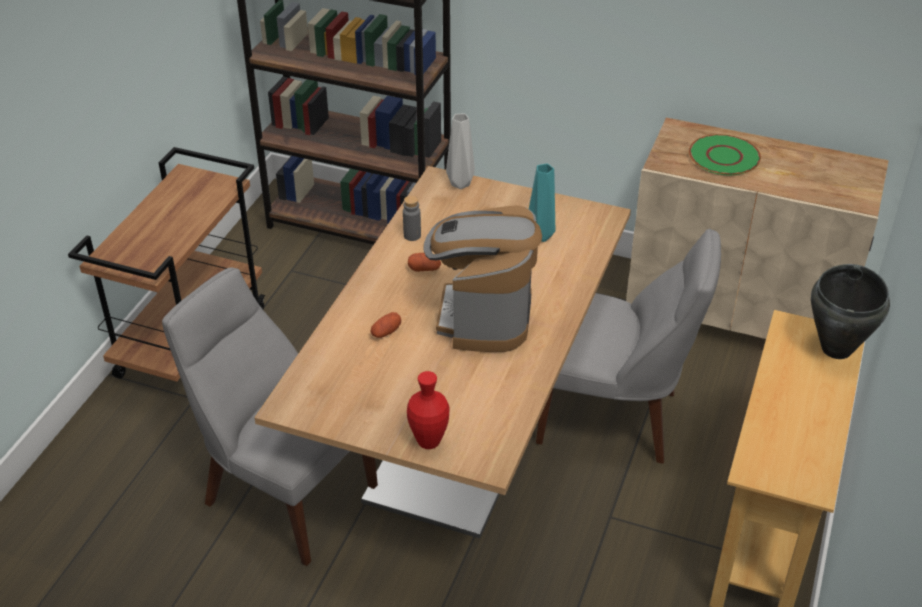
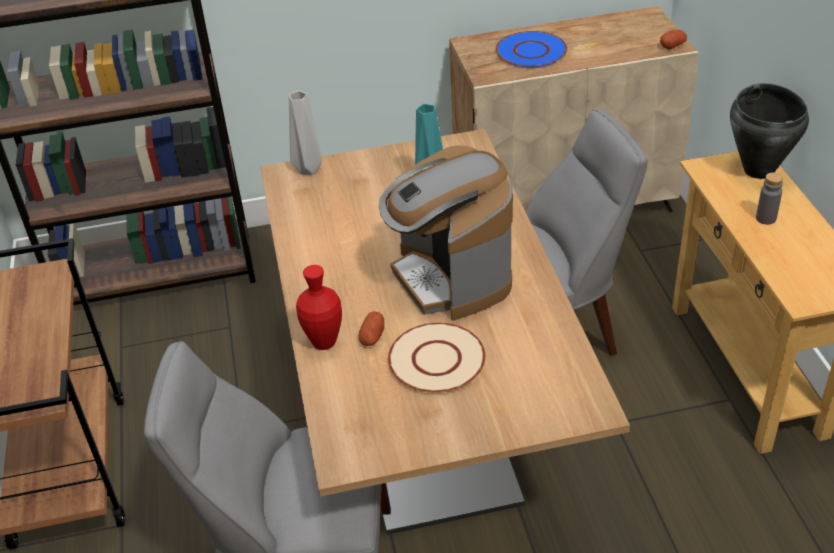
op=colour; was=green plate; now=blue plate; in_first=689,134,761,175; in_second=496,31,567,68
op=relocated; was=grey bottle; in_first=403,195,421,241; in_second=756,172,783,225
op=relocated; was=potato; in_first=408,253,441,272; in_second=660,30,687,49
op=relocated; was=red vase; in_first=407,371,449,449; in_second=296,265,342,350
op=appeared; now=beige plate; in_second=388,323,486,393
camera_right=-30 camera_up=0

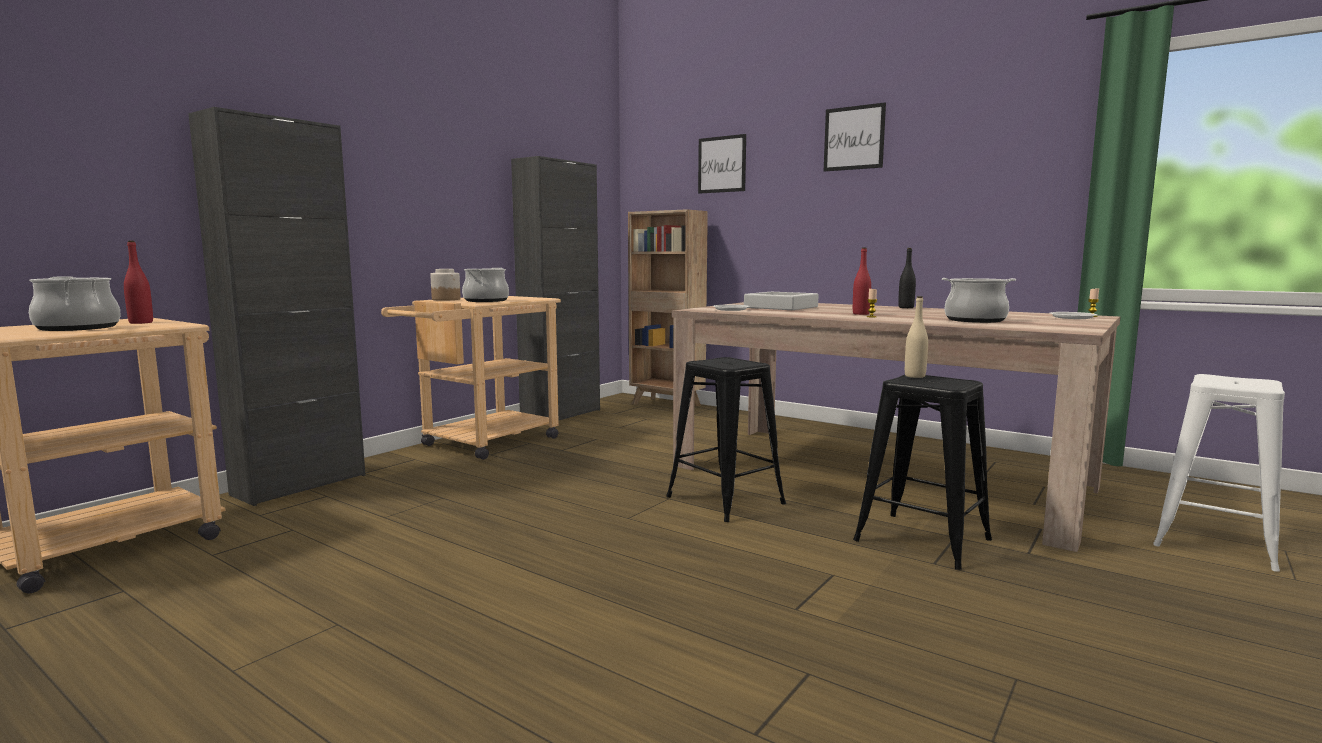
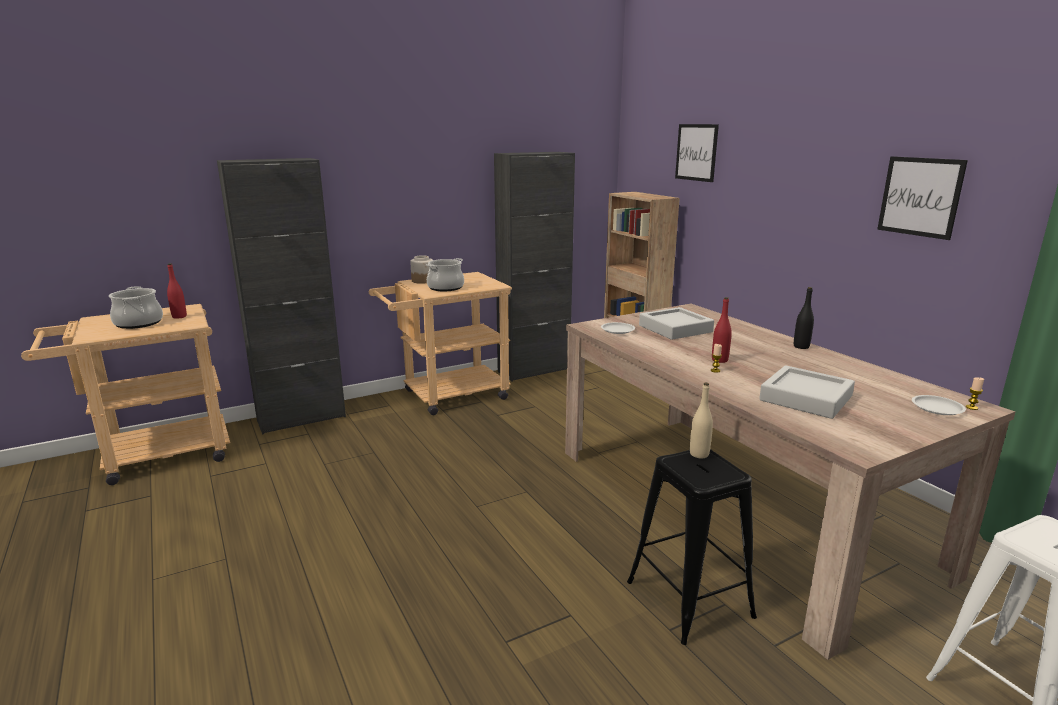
op=relocated; was=picture; in_first=824,102,886,171; in_second=877,156,968,240
op=exchanged; was=cooking pot; now=grey tray; in_first=942,278,1016,323; in_second=759,365,855,419
op=missing; was=black stool; in_first=666,357,786,522
camera_right=25 camera_up=10

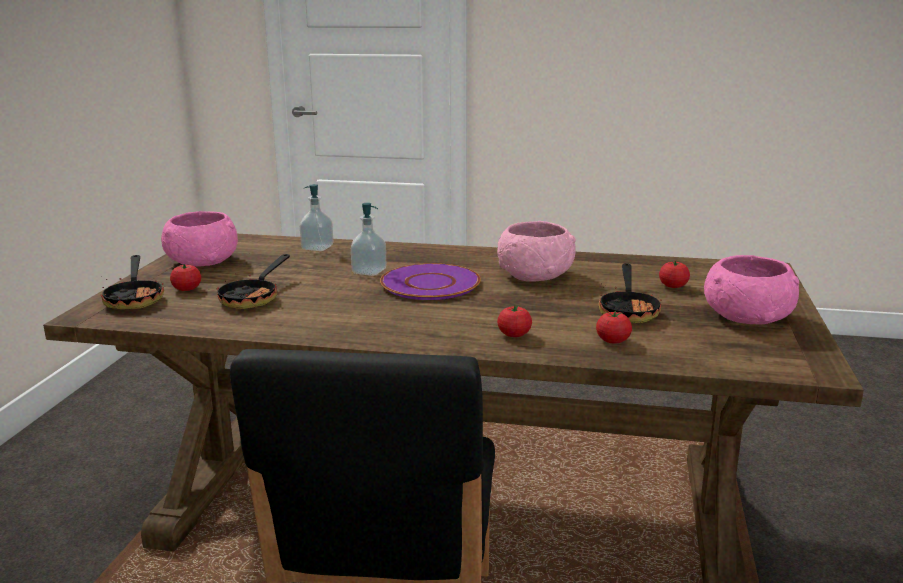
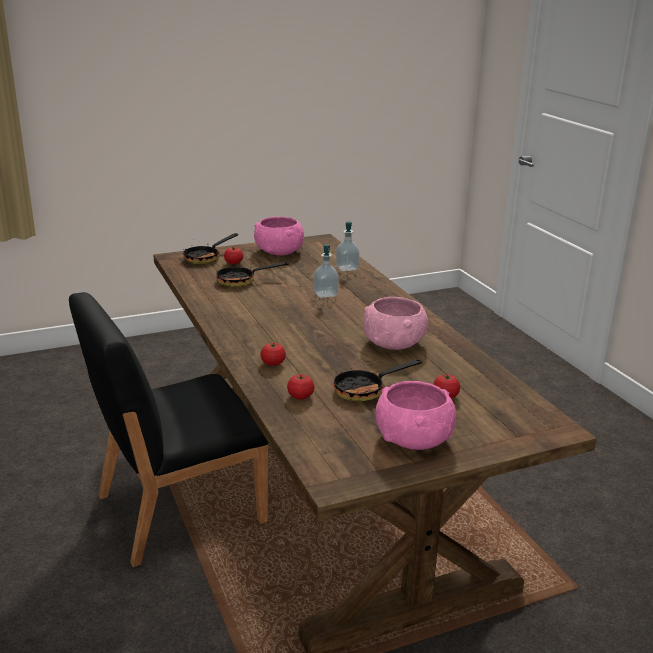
op=missing; was=purple plate; in_first=380,263,481,300
camera_right=55 camera_up=5

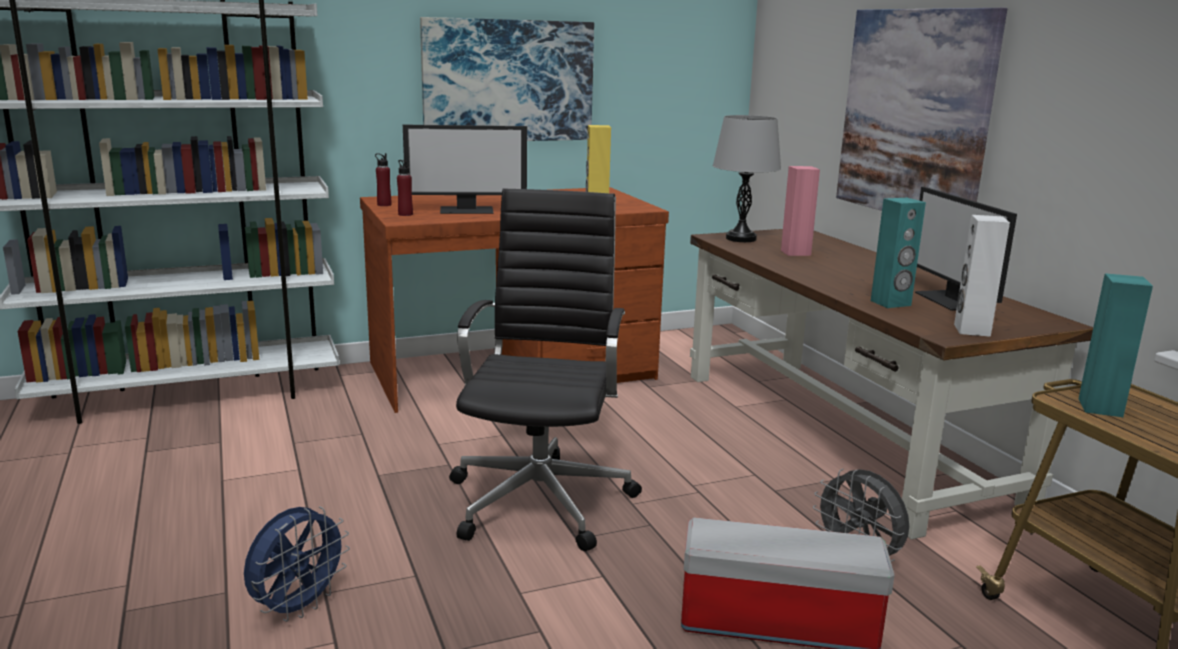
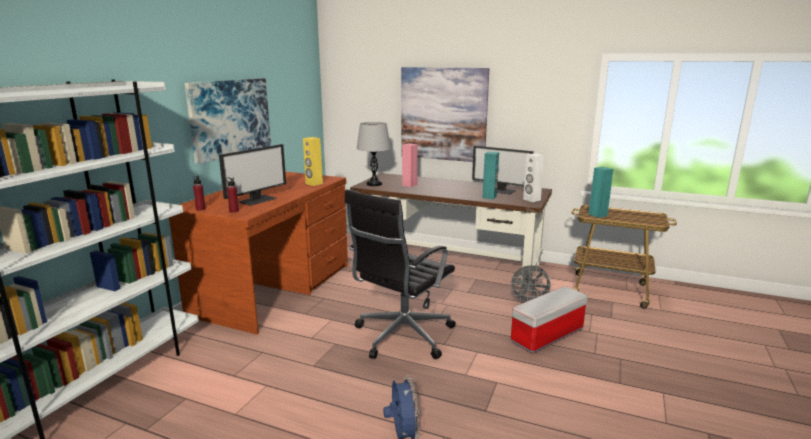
op=spun; was=black office chair; in_first=449,188,642,551; in_second=344,190,456,359; clockwise=-105
camera_right=-45 camera_up=0

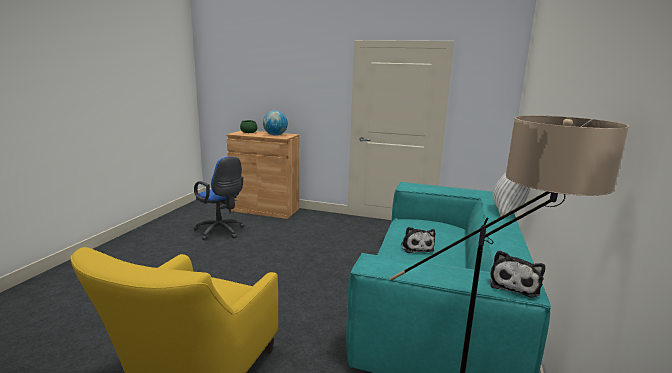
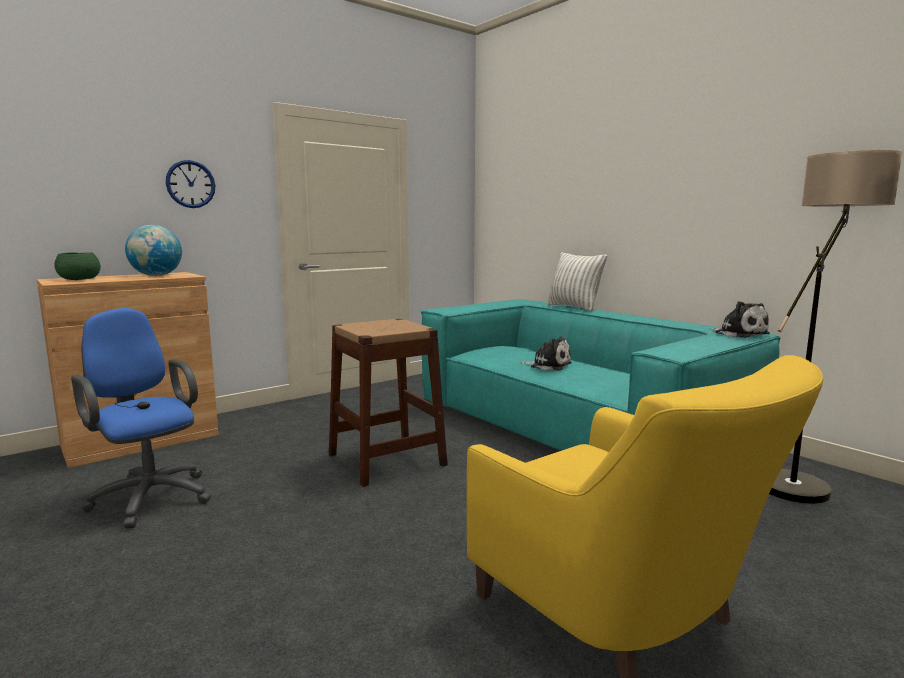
op=spun; was=blue office chair; in_first=193,157,245,240; in_second=71,308,211,529; clockwise=-120
op=appeared; now=wall clock; in_second=166,160,215,208
op=appeared; now=brown stool; in_second=329,319,448,487
camera_right=-55 camera_up=-5

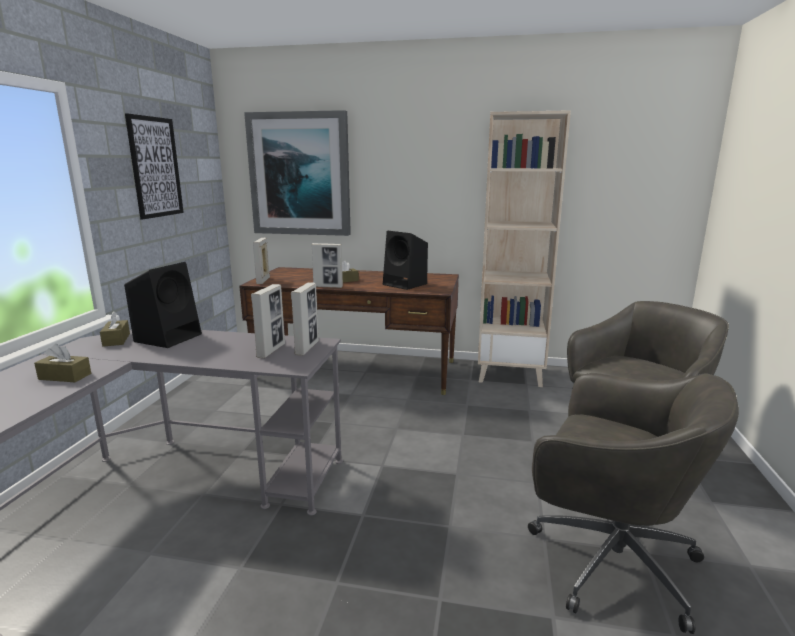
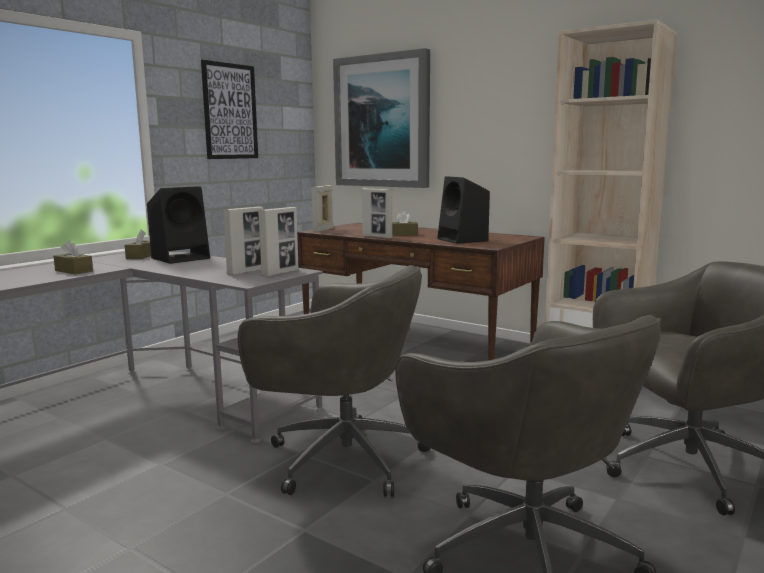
op=appeared; now=grey office chair; in_second=238,265,430,497
camera_right=25 camera_up=-5

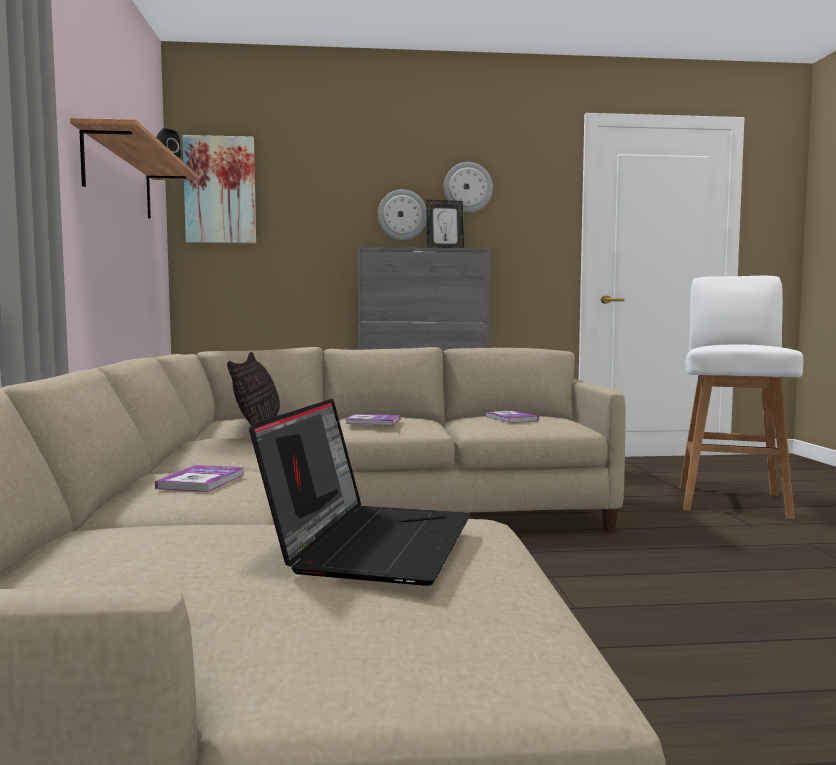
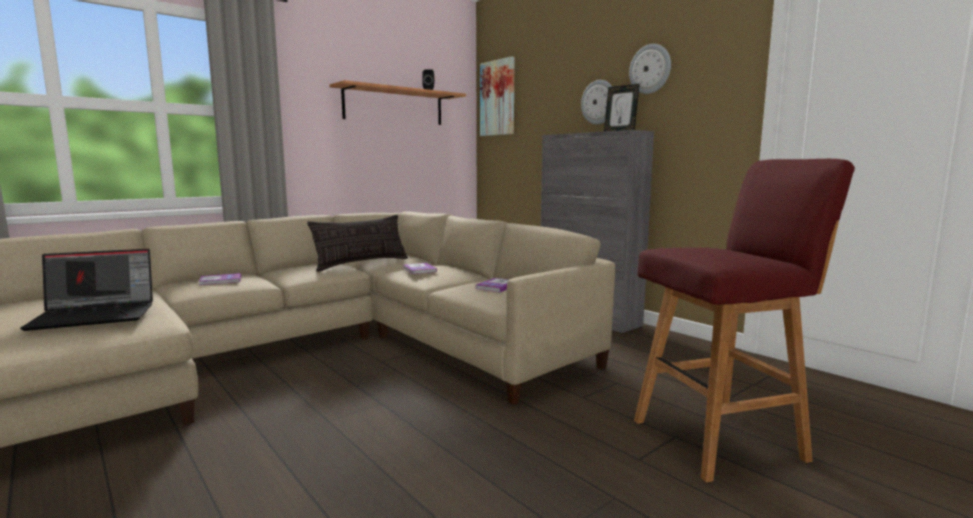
op=colour; was=white stool; now=red stool; in_first=680,276,803,520; in_second=634,159,855,483
camera_right=55 camera_up=5

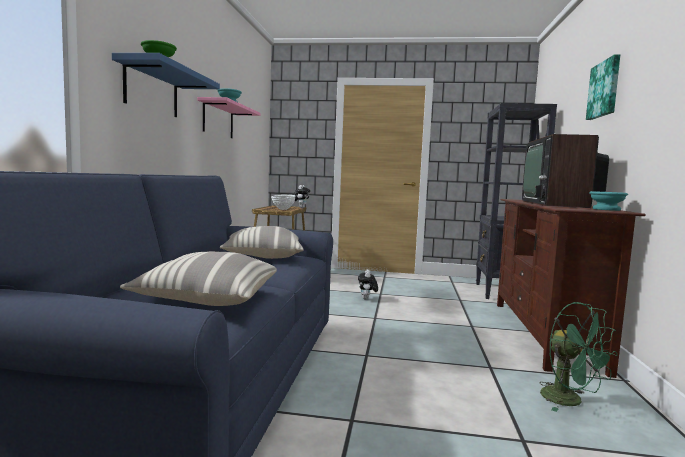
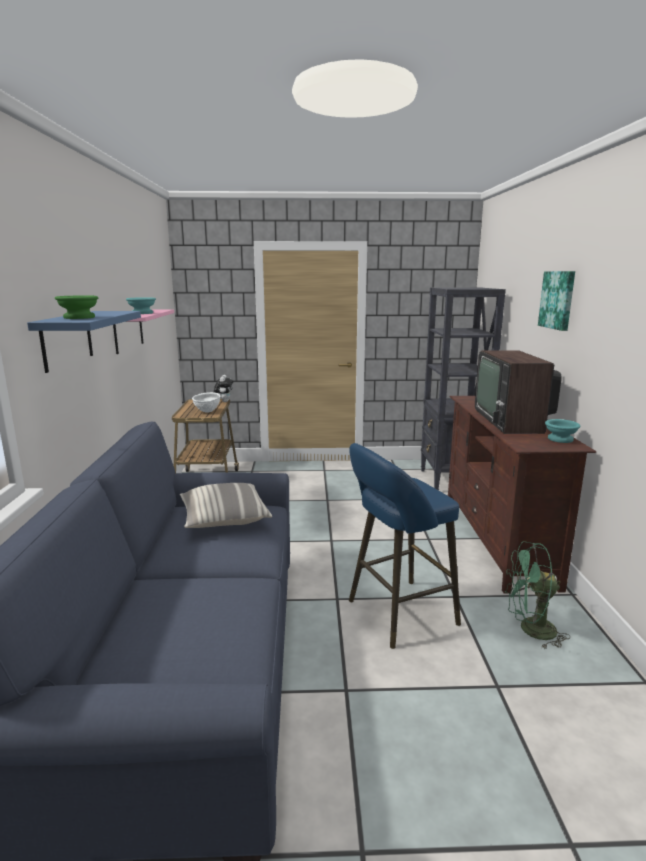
op=missing; was=pillow; in_first=120,252,277,306
op=missing; was=plush toy; in_first=358,270,378,299
op=spun; was=green fan; in_first=539,302,618,412; in_second=505,541,570,649; clockwise=135
op=appeared; now=blue stool; in_second=349,443,461,649
camera_right=-10 camera_up=10

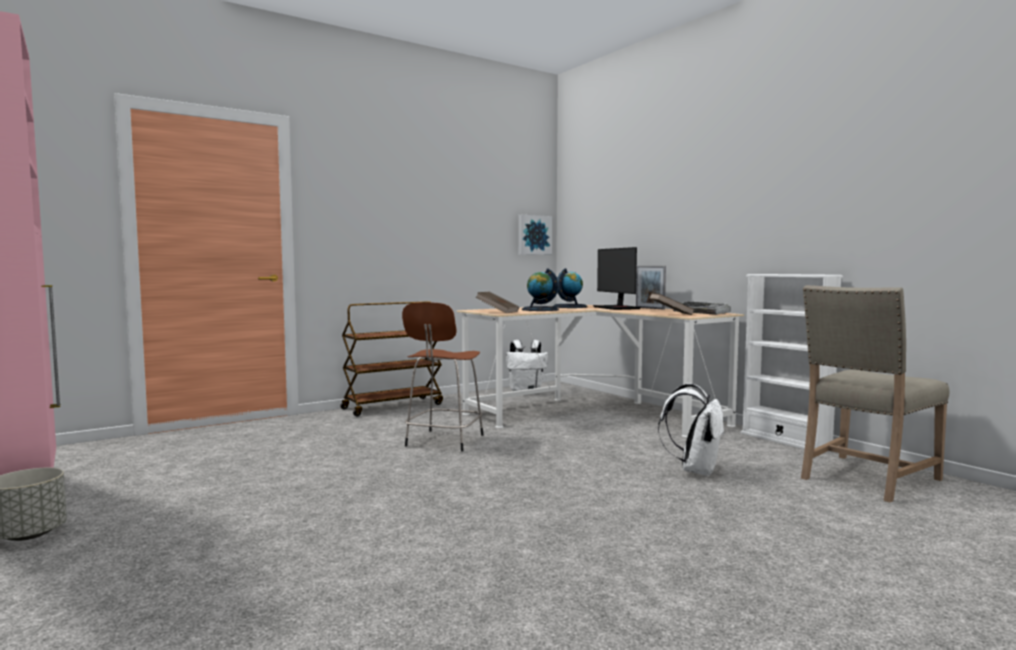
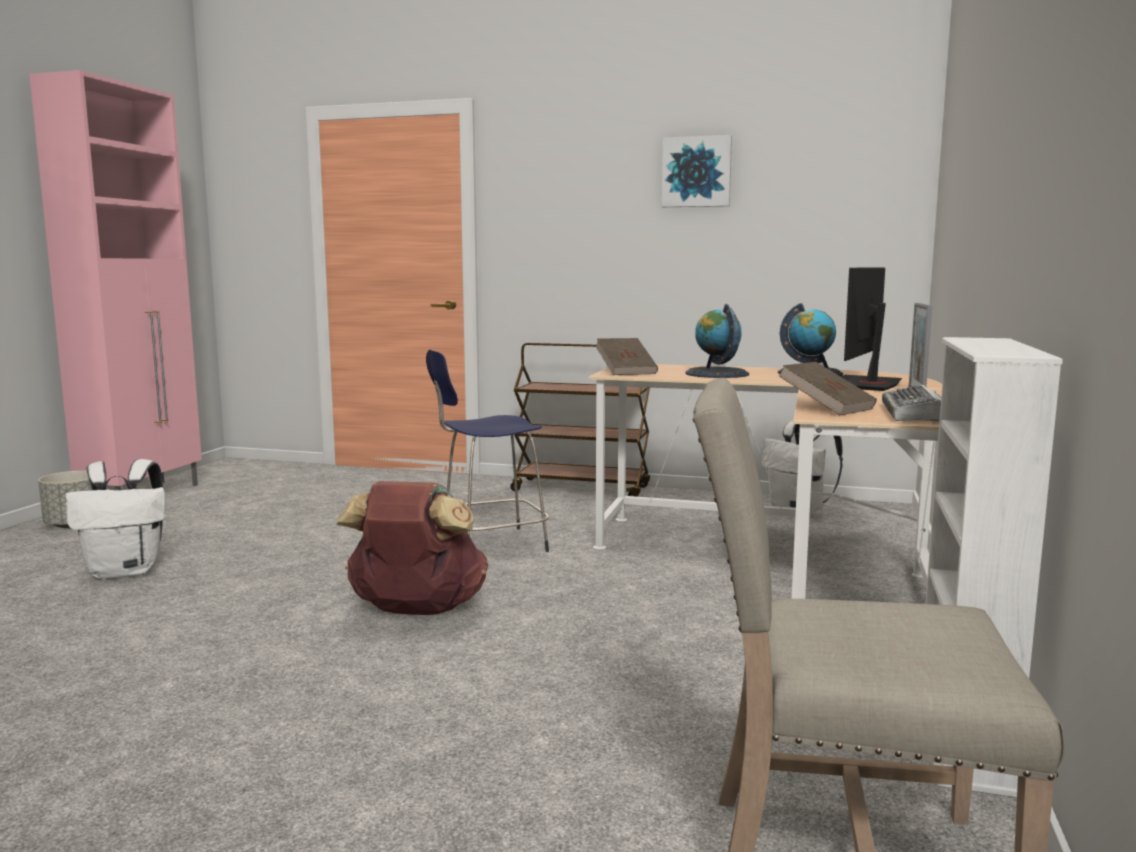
op=relocated; was=picture; in_first=518,215,552,255; in_second=662,135,732,207
op=colour; was=brown stool; now=blue stool; in_first=402,302,483,452; in_second=426,350,549,552
op=relocated; was=white backpack; in_first=658,383,725,476; in_second=65,459,165,579
op=appeared; now=brown backpack; in_second=336,481,488,615
camera_right=50 camera_up=5

